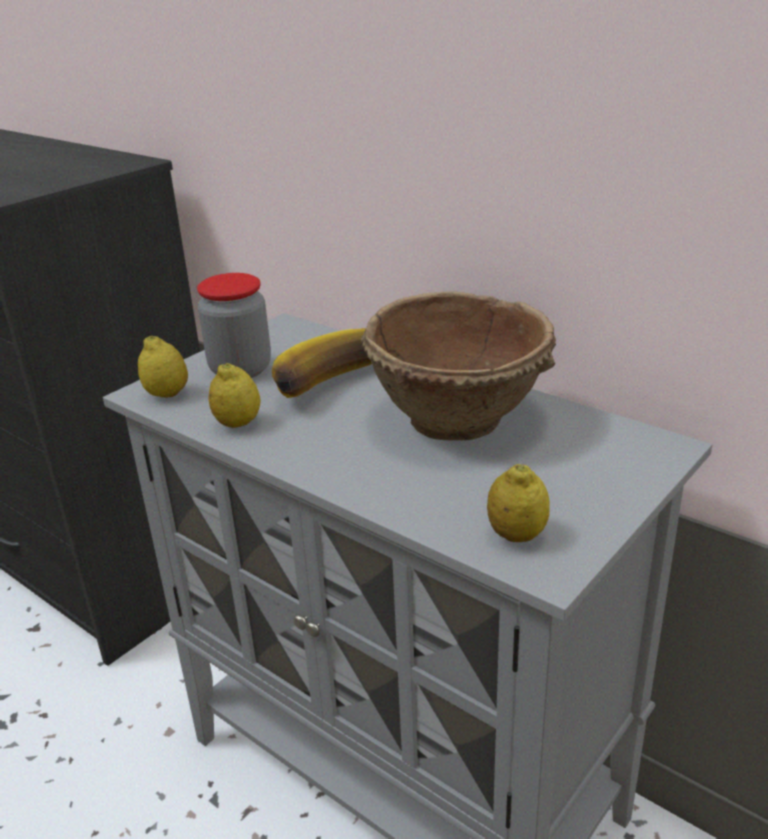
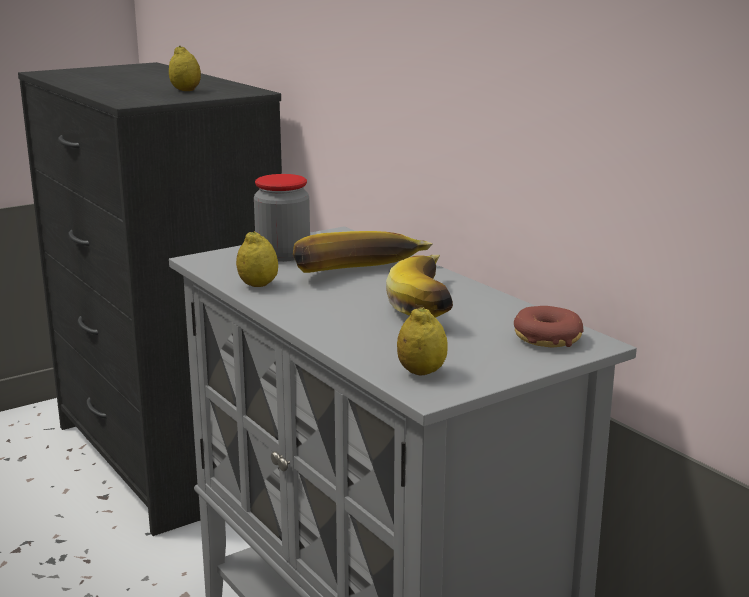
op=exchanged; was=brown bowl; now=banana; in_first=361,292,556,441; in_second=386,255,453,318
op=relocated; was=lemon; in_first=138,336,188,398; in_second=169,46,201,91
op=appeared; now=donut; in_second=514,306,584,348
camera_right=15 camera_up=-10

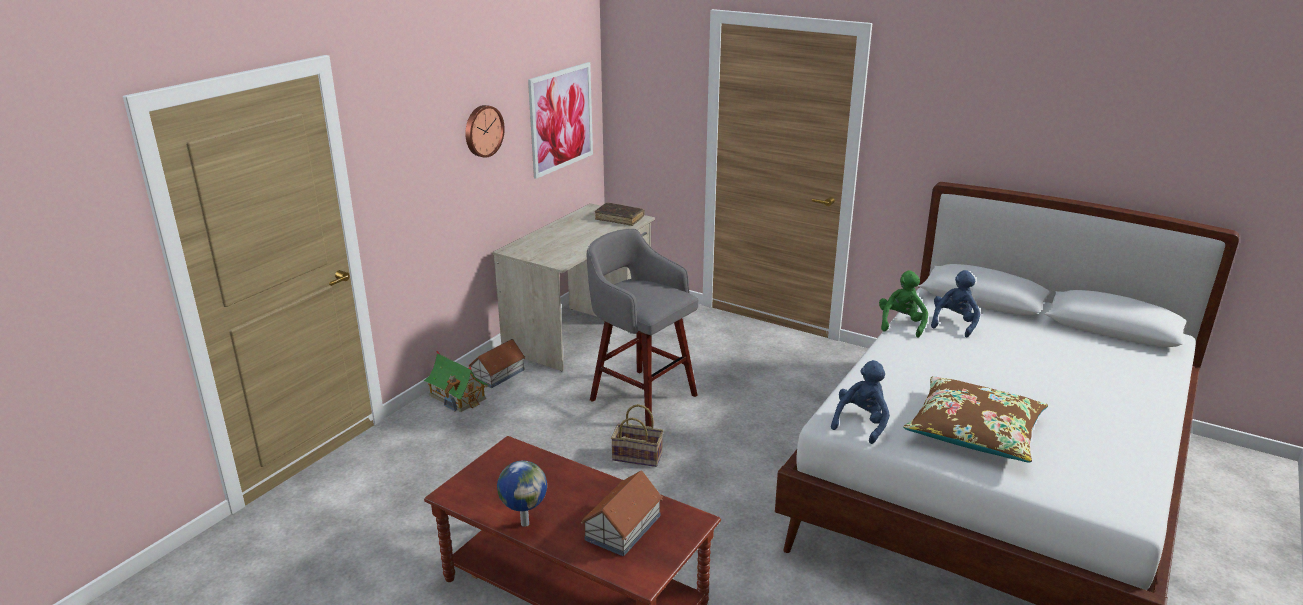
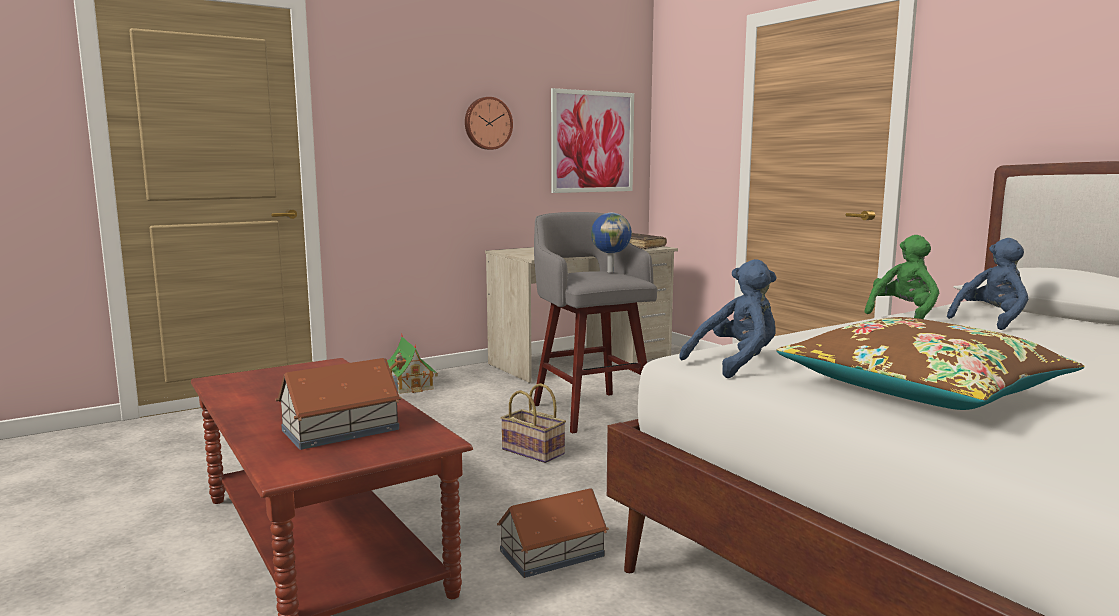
op=relocated; was=toy house; in_first=468,339,525,388; in_second=497,488,609,578
op=relocated; was=globe; in_first=497,461,547,527; in_second=591,213,632,273
camera_right=25 camera_up=-15

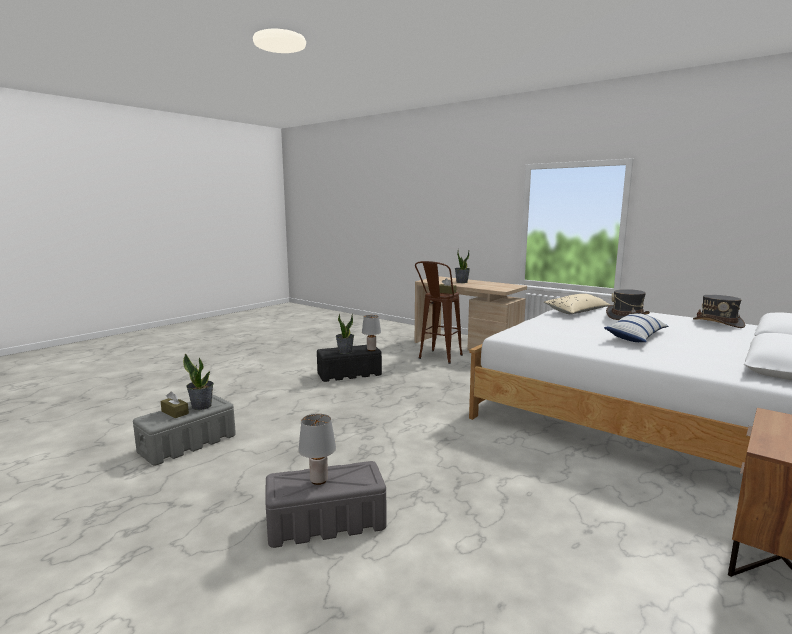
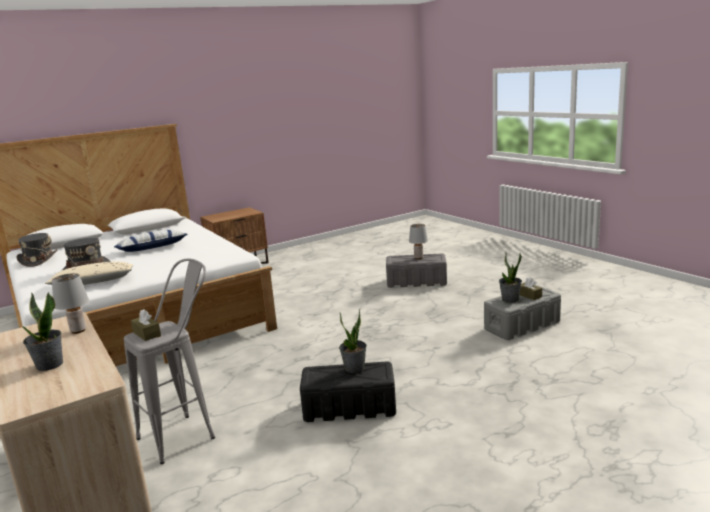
op=colour; was=brown stool; now=grey stool; in_first=415,261,463,364; in_second=124,259,215,464
op=relocated; was=grey table lamp; in_first=362,315,381,351; in_second=52,273,89,334
camera_right=-160 camera_up=5

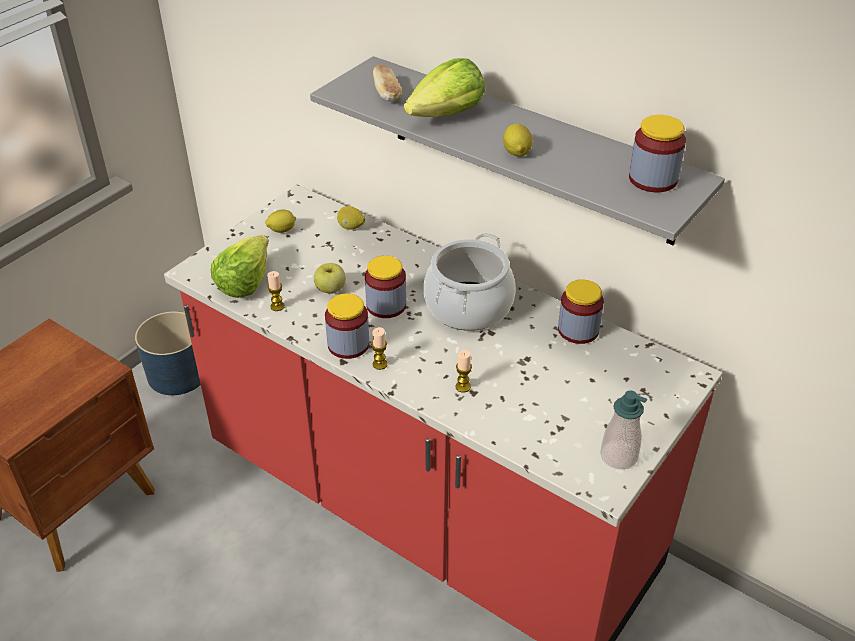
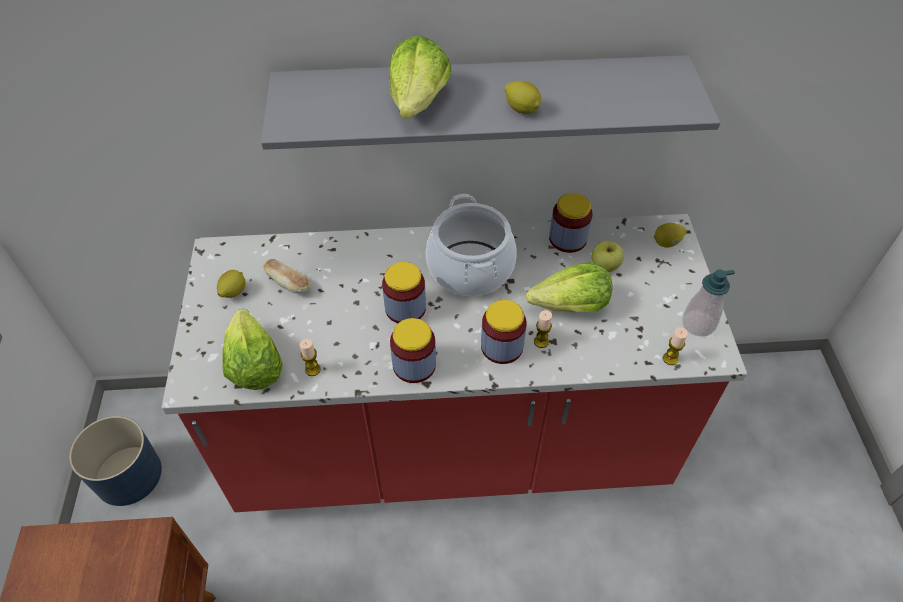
op=relocated; was=bread; in_first=373,65,402,102; in_second=263,259,309,294
op=relocated; was=jar; in_first=629,115,686,192; in_second=481,300,527,364
op=relocated; was=lemon; in_first=337,206,365,230; in_second=654,223,687,248
op=relocated; was=apple; in_first=314,263,346,294; in_second=592,241,624,272
op=relocated; was=candle; in_first=371,327,388,370; in_second=663,327,688,365
op=appeared; now=lettuce; in_second=526,262,613,312
camera_right=-40 camera_up=10

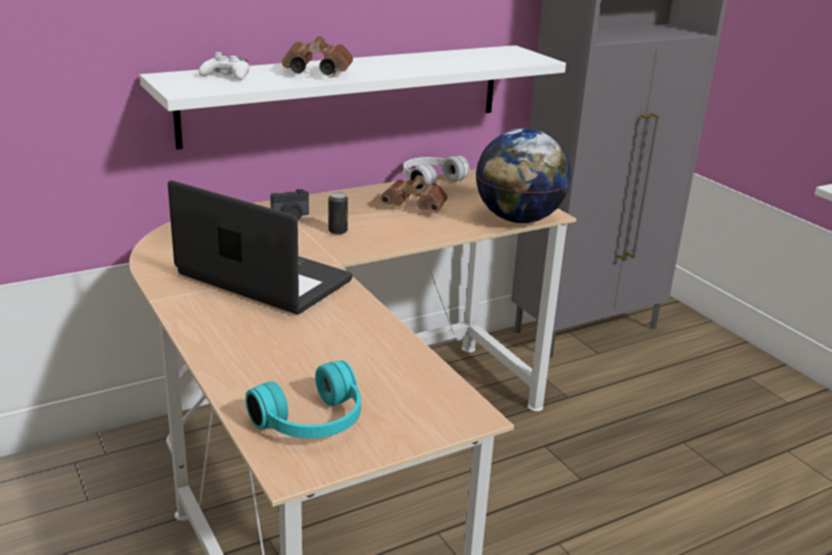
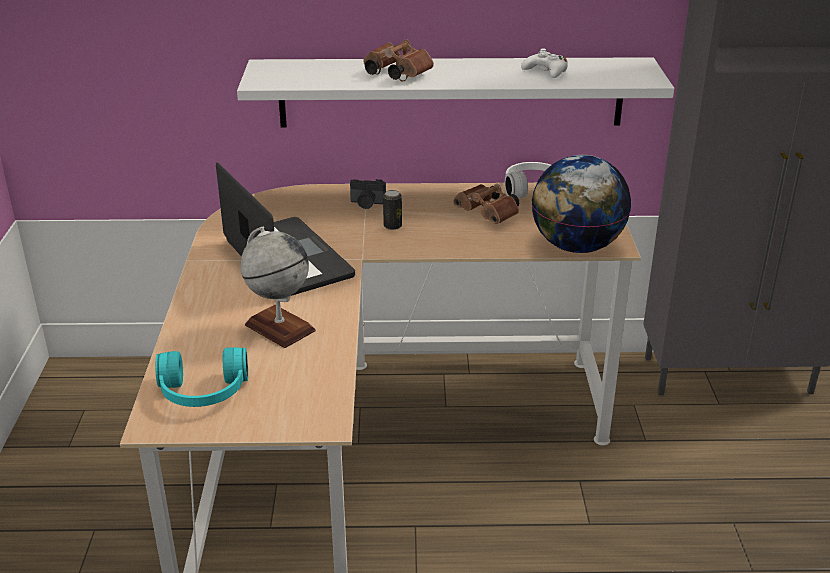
op=relocated; was=white game controller; in_first=199,52,249,80; in_second=521,48,568,78
op=appeared; now=globe; in_second=240,227,316,348
camera_right=30 camera_up=5

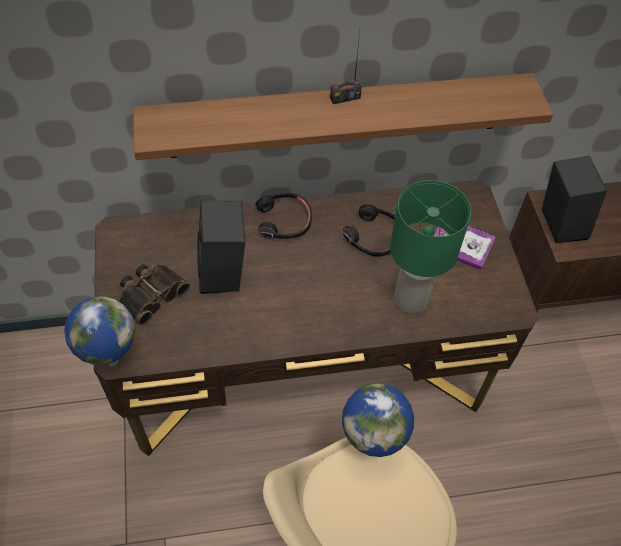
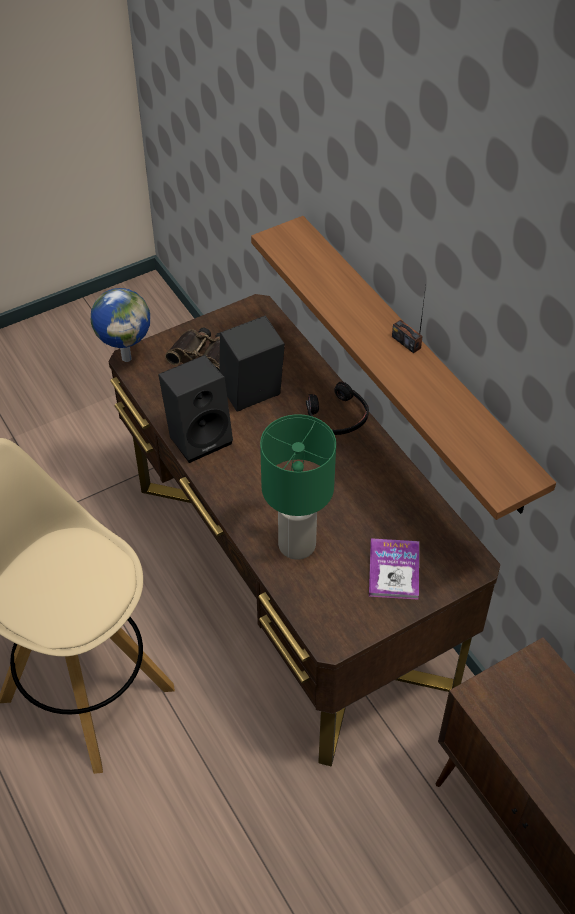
op=relocated; was=black speaker; in_first=542,155,607,244; in_second=158,355,233,463
op=missing; was=black headphones; in_first=343,204,395,257
op=missing; was=globe; in_first=342,383,414,457
camera_right=70 camera_up=-5

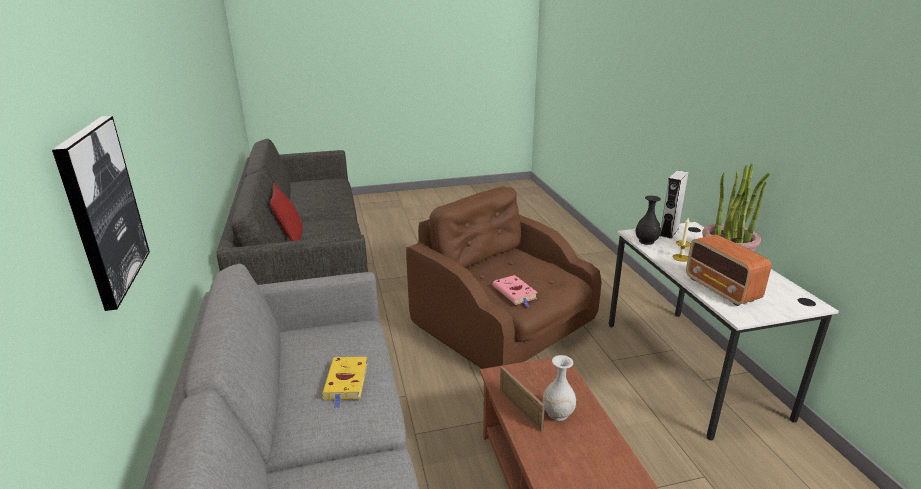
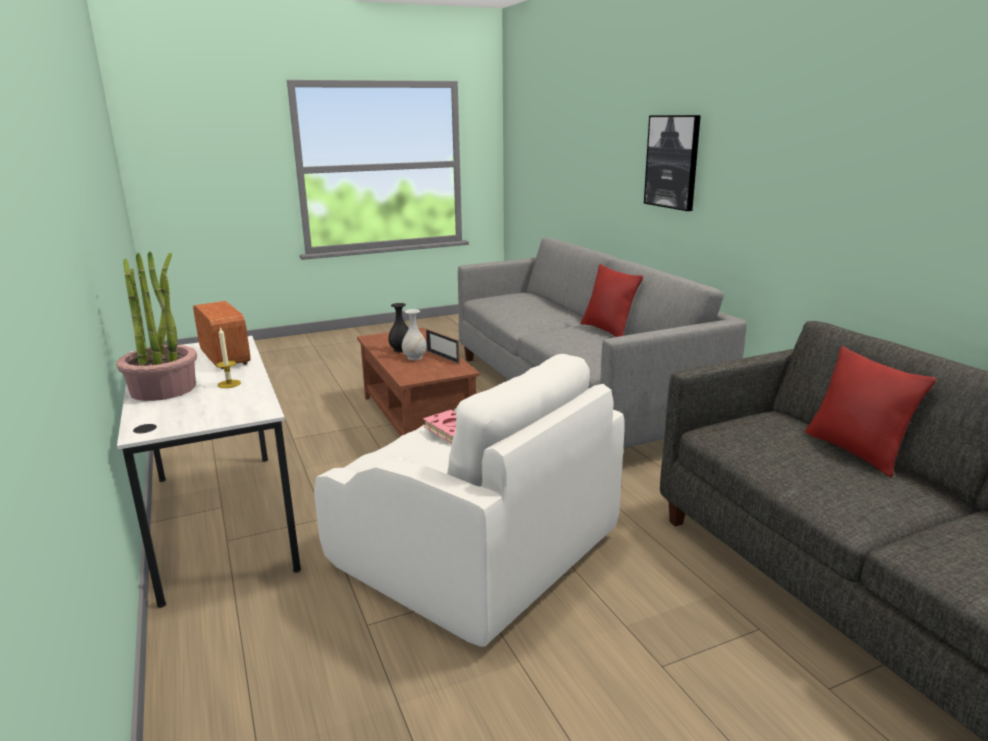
op=missing; was=grey speaker; in_first=660,170,688,239
op=colour; was=brown armchair; now=white armchair; in_first=406,186,602,369; in_second=314,354,625,647
op=relocated; was=black vase; in_first=636,196,661,245; in_second=388,303,409,352
op=missing; was=yellow book; in_first=322,357,368,408
op=appeared; now=red pillow; in_second=581,264,643,337
camera_right=170 camera_up=-5

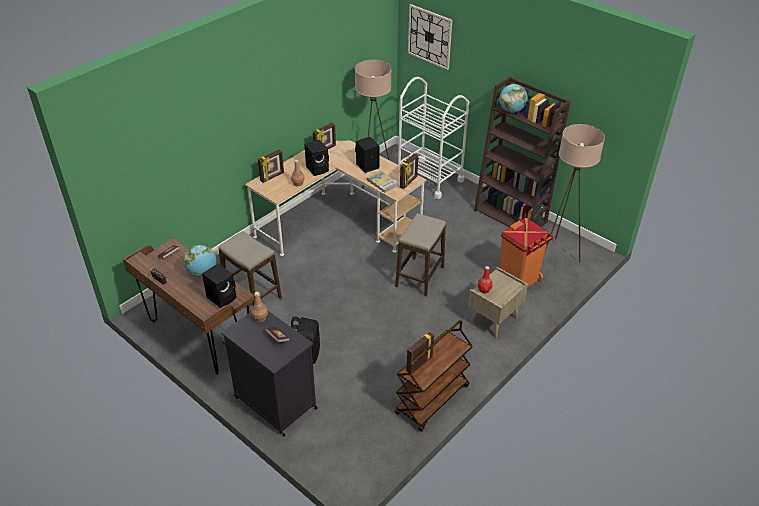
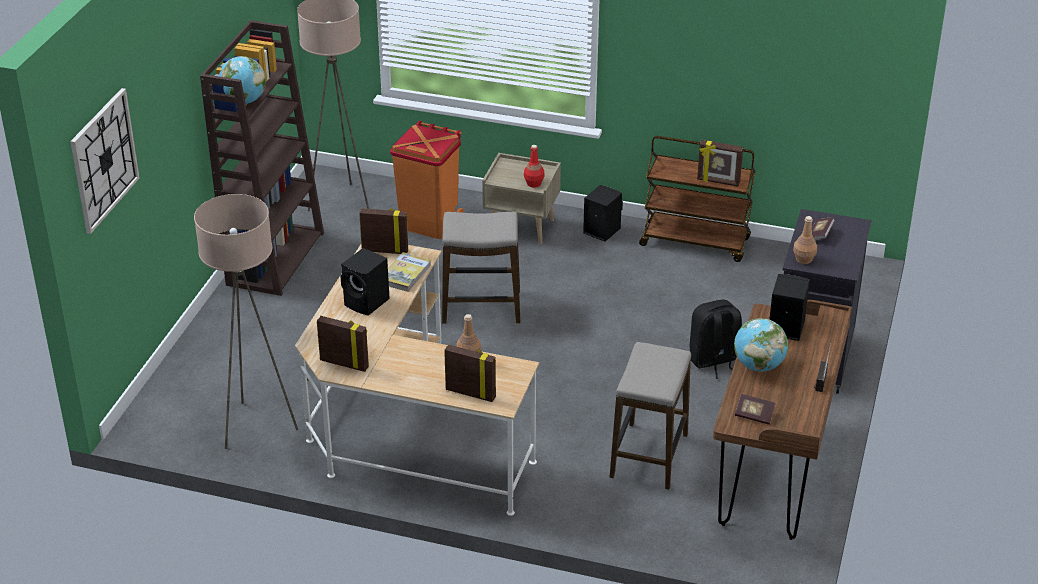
op=missing; was=white cart; in_first=398,77,469,199
op=relocated; was=black speaker; in_first=304,140,329,176; in_second=583,185,623,242
camera_right=-115 camera_up=-5

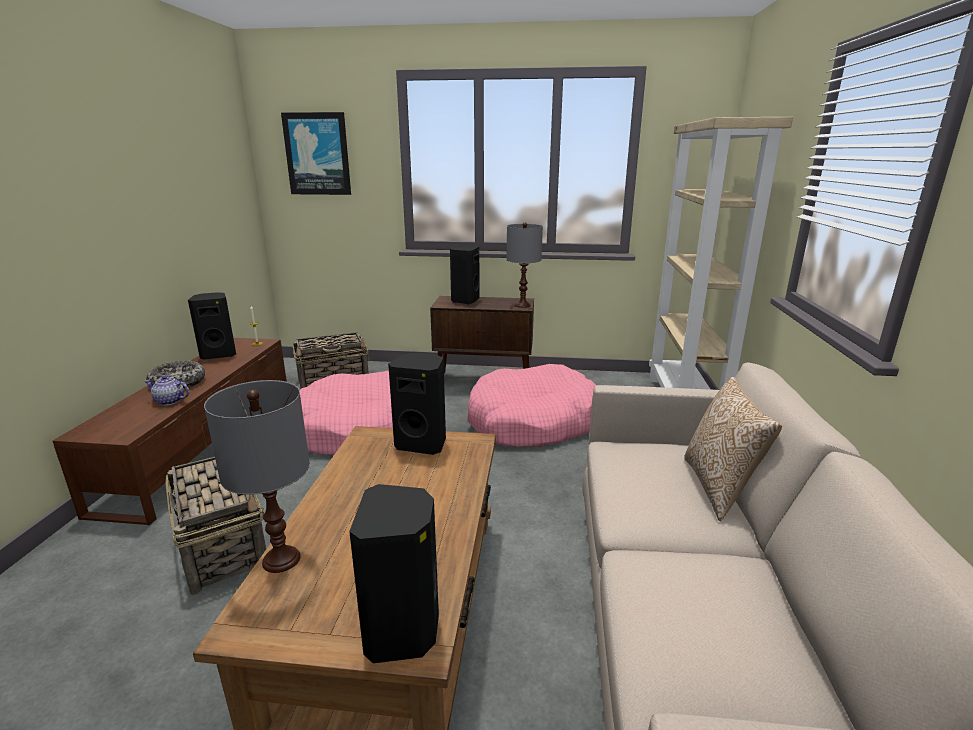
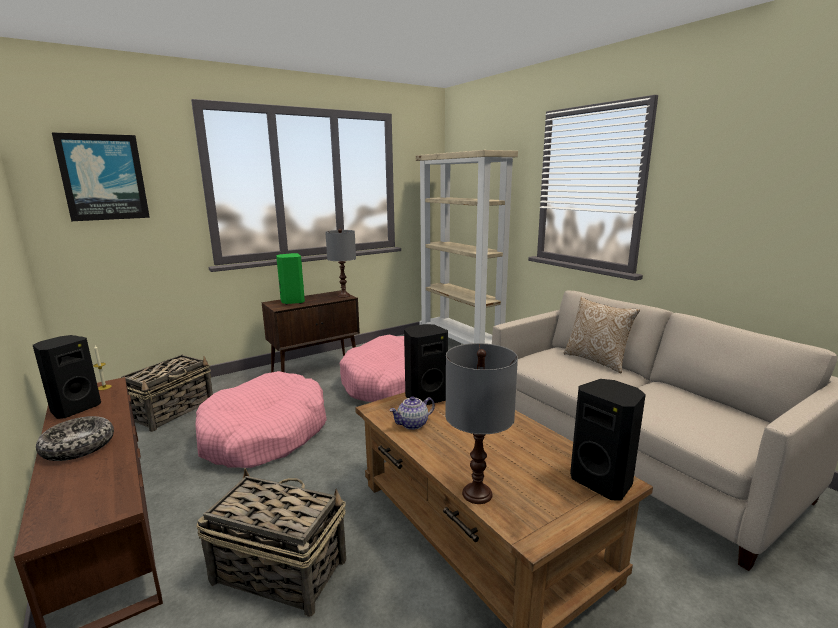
op=colour; was=black speaker; now=green speaker; in_first=450,246,480,305; in_second=276,253,305,304
op=relocated; was=teapot; in_first=144,376,189,405; in_second=389,396,435,430
camera_right=-40 camera_up=-5

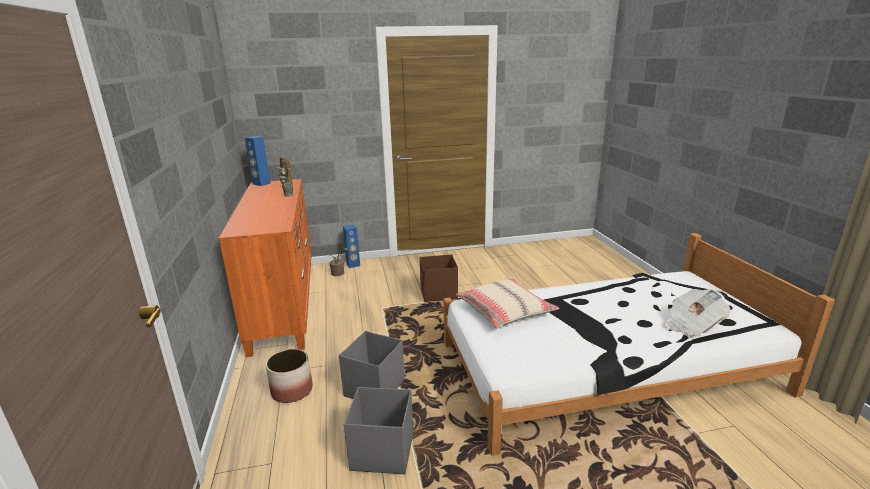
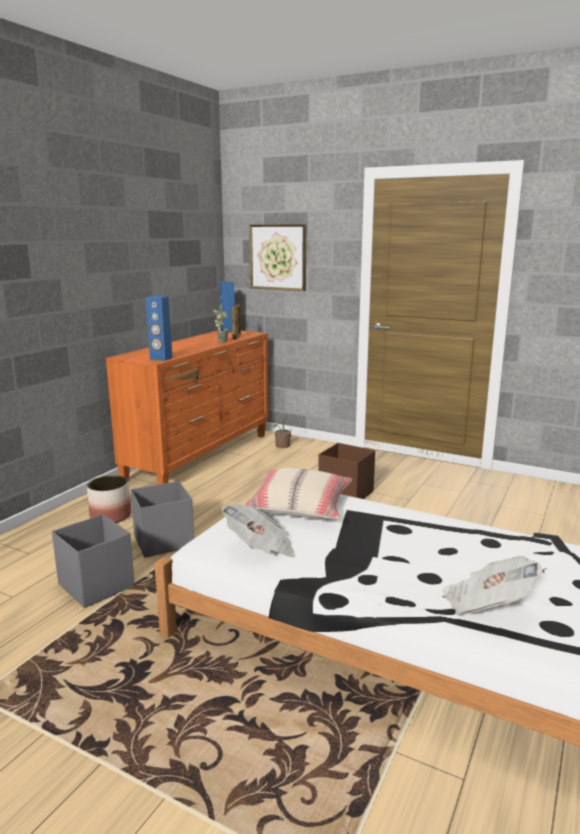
op=relocated; was=blue speaker; in_first=343,224,360,268; in_second=146,296,173,361
op=appeared; now=picture; in_second=249,224,306,291
op=appeared; now=newspaper; in_second=221,504,296,557
camera_right=40 camera_up=-5

